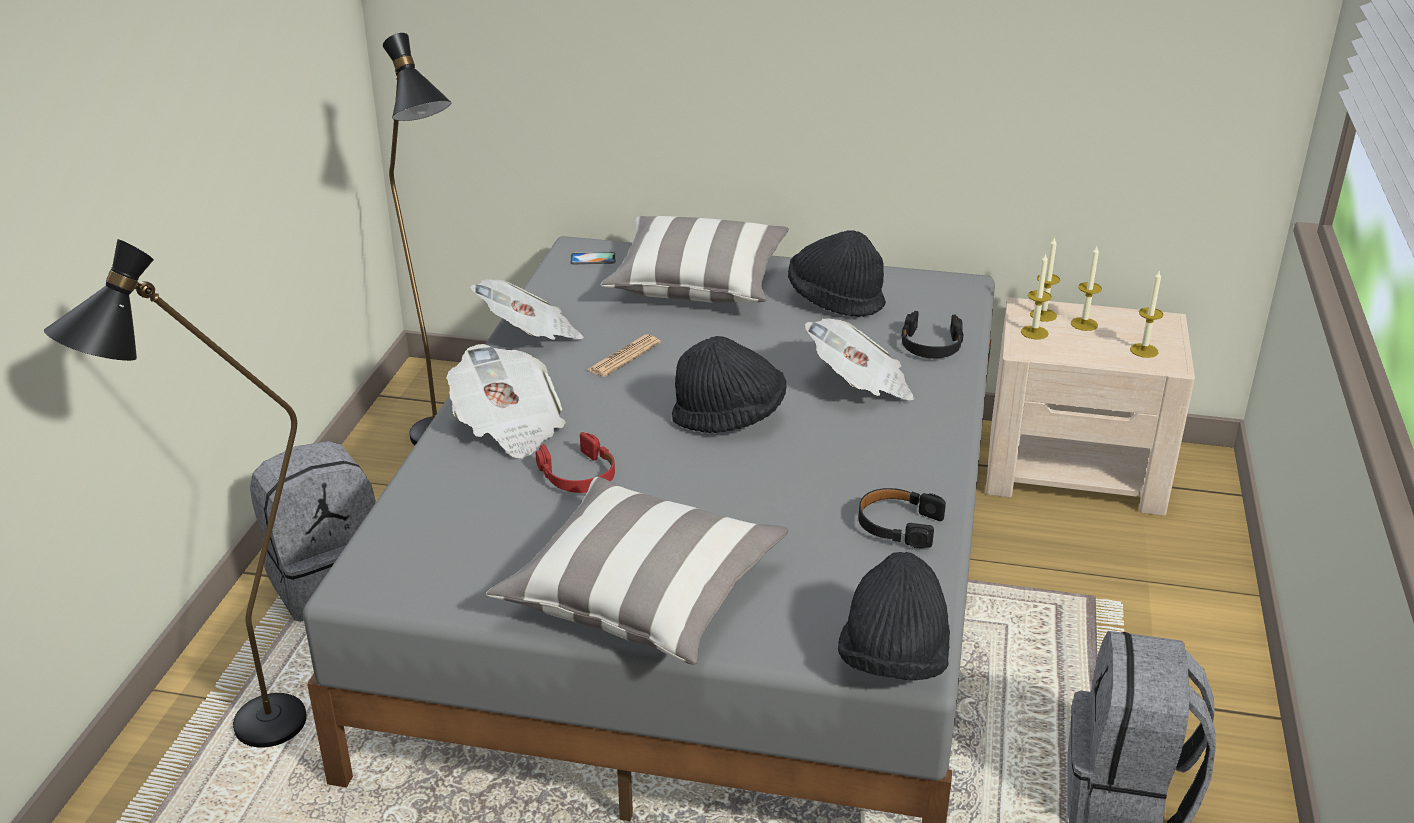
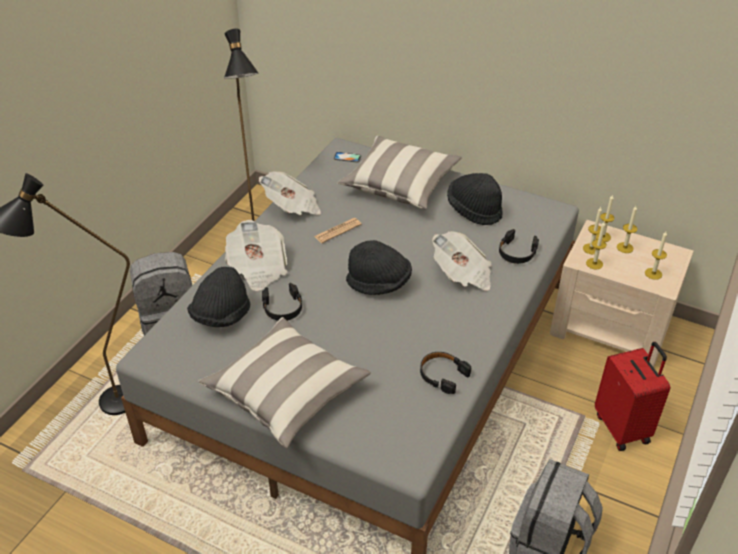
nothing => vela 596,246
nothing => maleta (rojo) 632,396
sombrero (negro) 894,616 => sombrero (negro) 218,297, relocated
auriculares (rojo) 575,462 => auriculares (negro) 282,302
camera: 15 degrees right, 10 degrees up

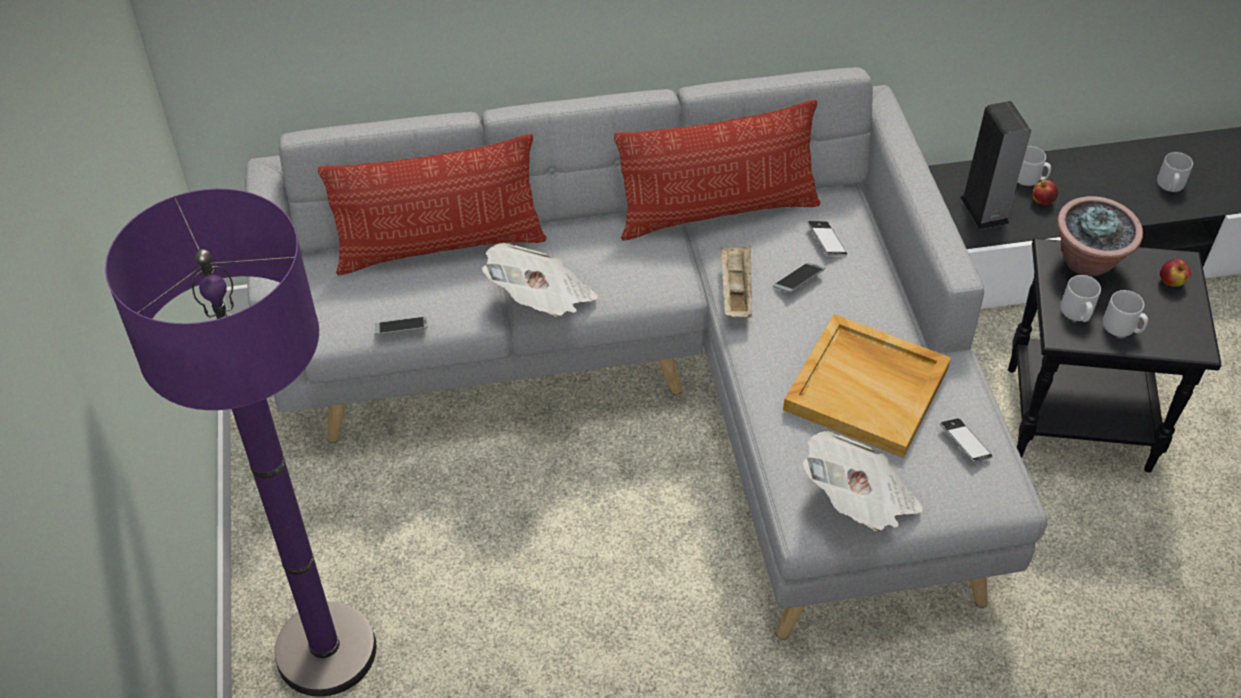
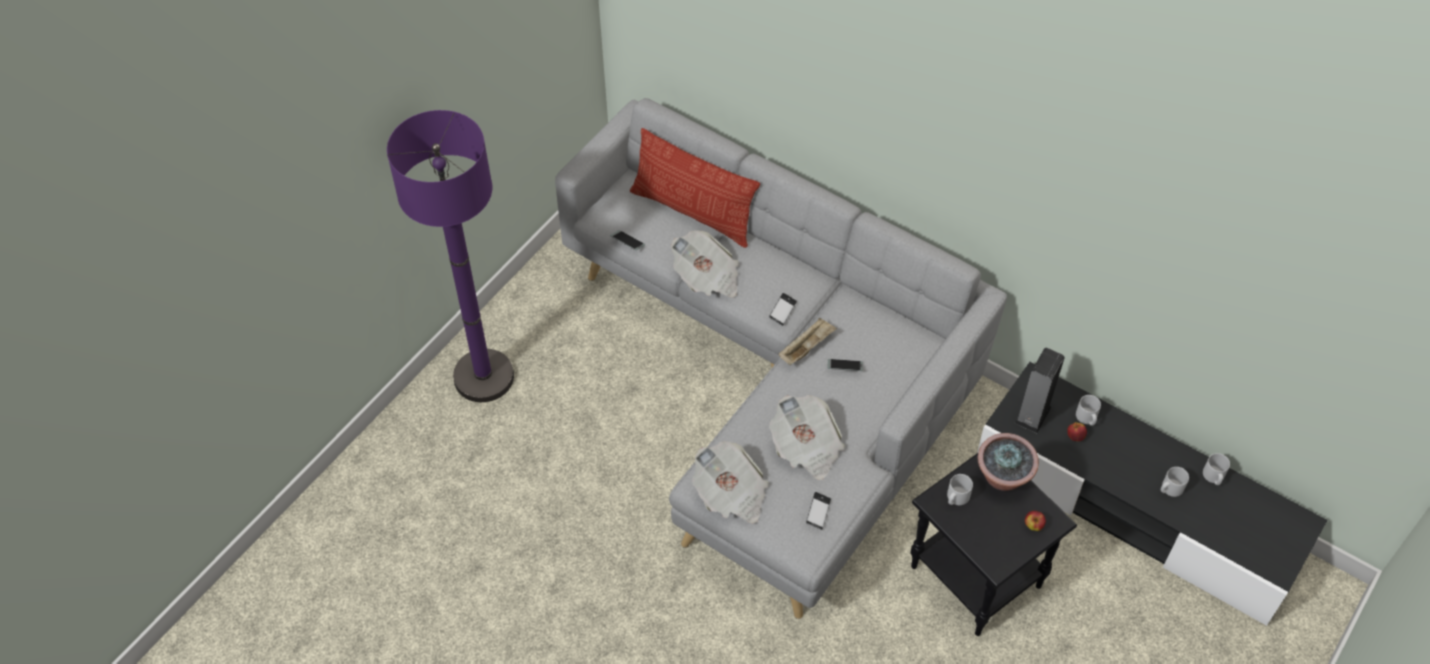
cojín 717,170 => nothing
móvil 827,238 => móvil 783,309, relocated
taza grande (gris) 1125,313 => taza grande (gris) 1216,469, relocated
bandeja (beis) 867,386 => periódico 807,437
camera: 45 degrees right, 5 degrees up

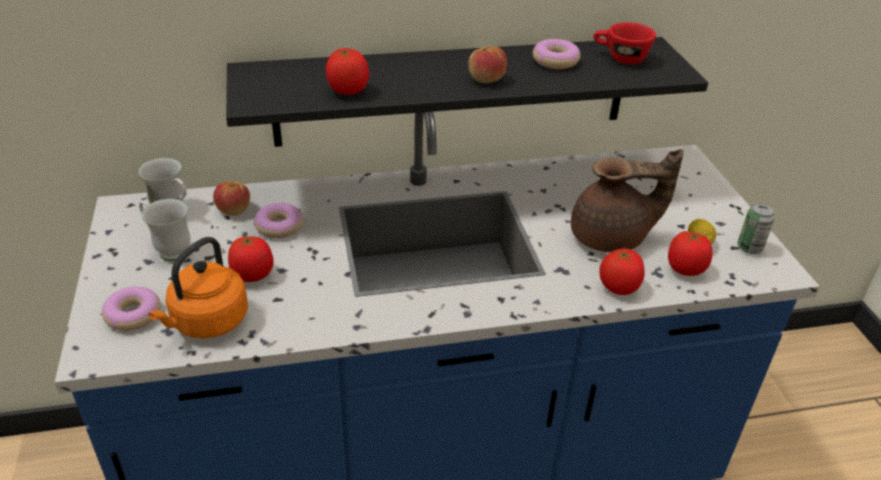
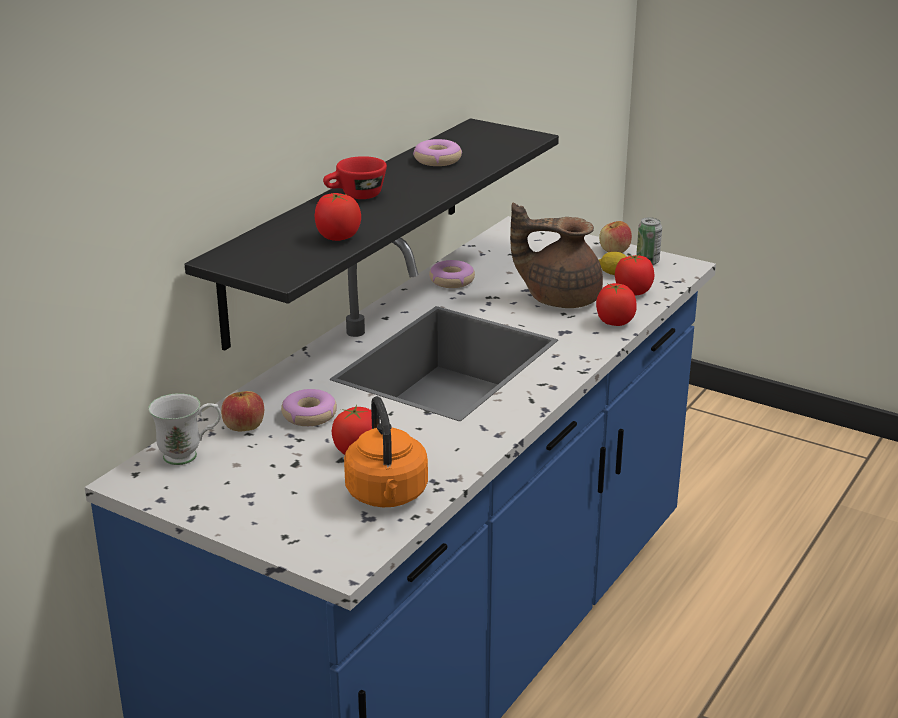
taza grande (blanco) 164,230 => nothing
rosquilla 131,308 => rosquilla 452,274, relocated
manzana 487,65 => manzana 615,237, relocated
taza (rojo) 624,43 => taza (rojo) 355,177, relocated
tetera (marrón) 627,200 => tetera (marrón) 556,255, 120 degrees counterclockwise
camera: 45 degrees left, 10 degrees down

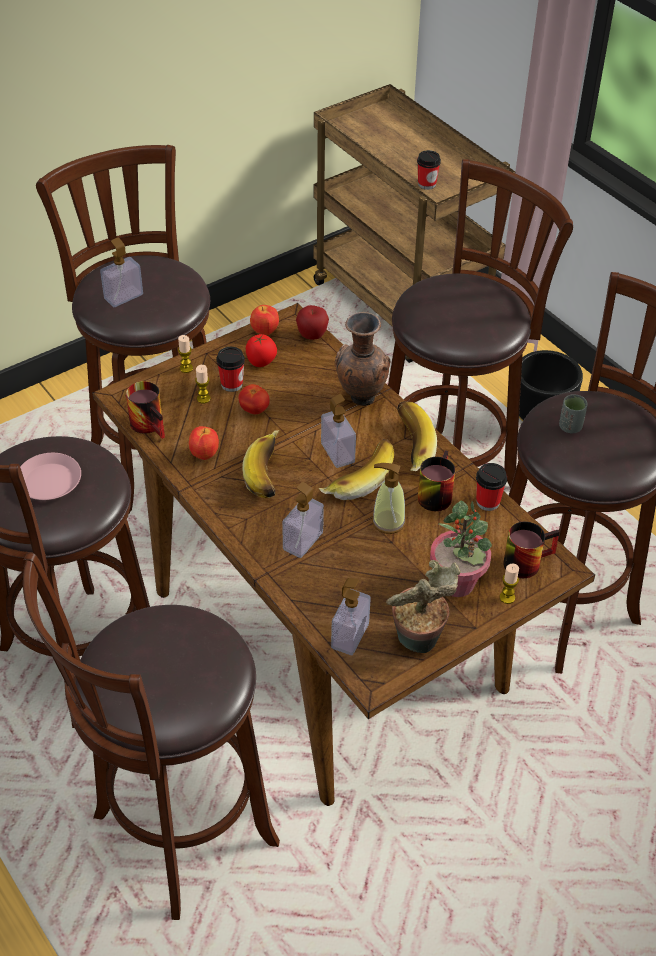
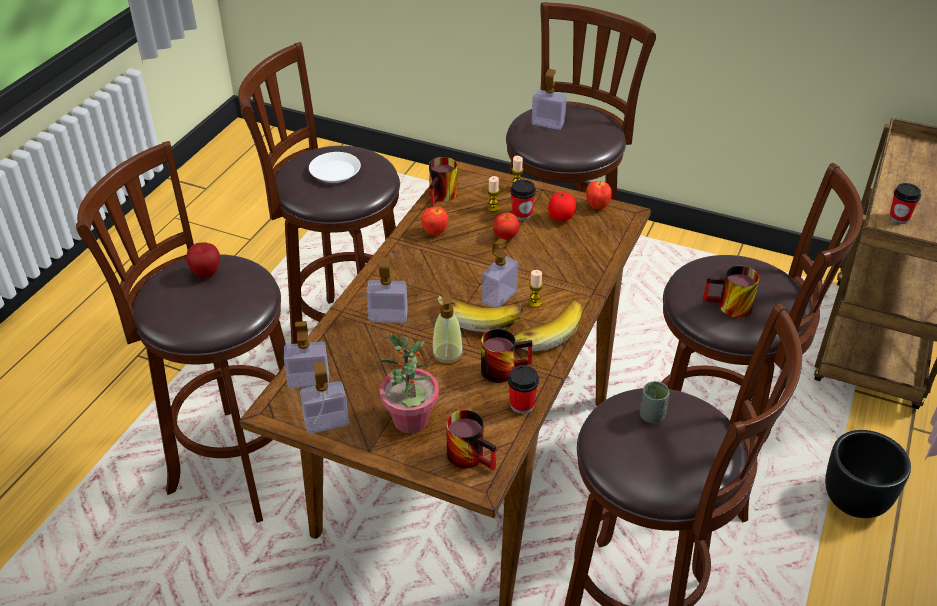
plátano 260,464 => nothing
florero (marrón) 362,359 => nothing
nothing => taza grande 731,292
manzana 312,322 => manzana 203,260, relocated
vela 509,584 => vela 535,289, relocated
planta en maceta 423,606 => dispensador de jabón 324,397
plato (rosa) 50,476 => plato (blanco) 335,167
camera: 60 degrees right, 5 degrees down

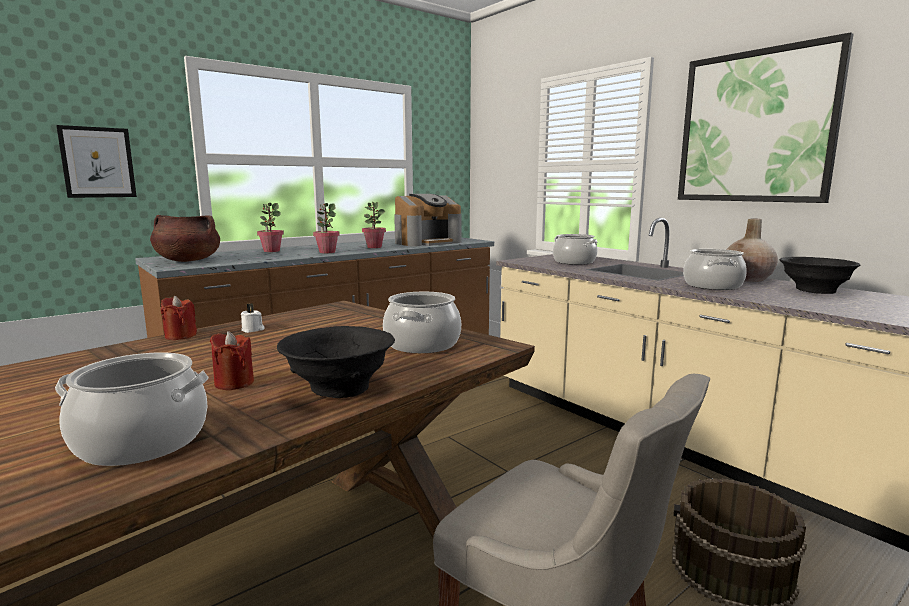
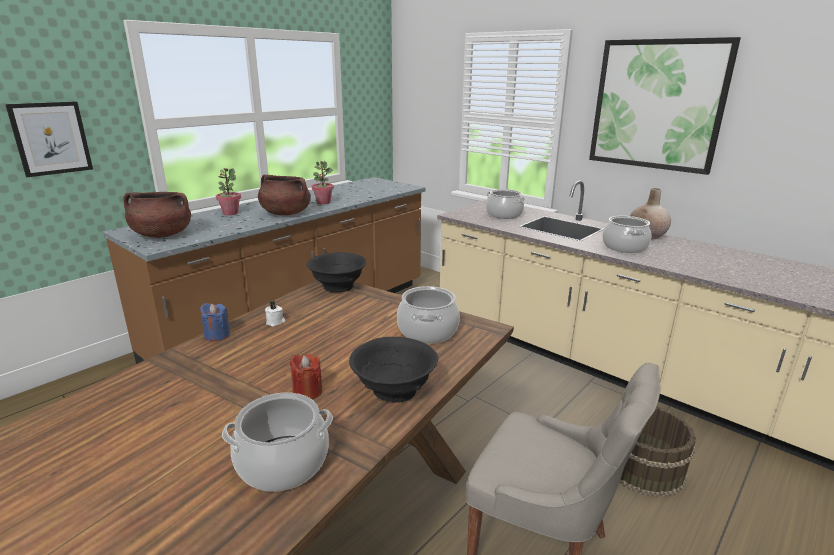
cafetera 428,220 => nothing
cuenco (negro) 820,275 => cuenco (negro) 336,272, relocated
planta en maceta 326,228 => olla (marrón) 284,195
vela (rojo) 179,318 => vela (azul) 215,322
camera: 10 degrees left, 10 degrees up

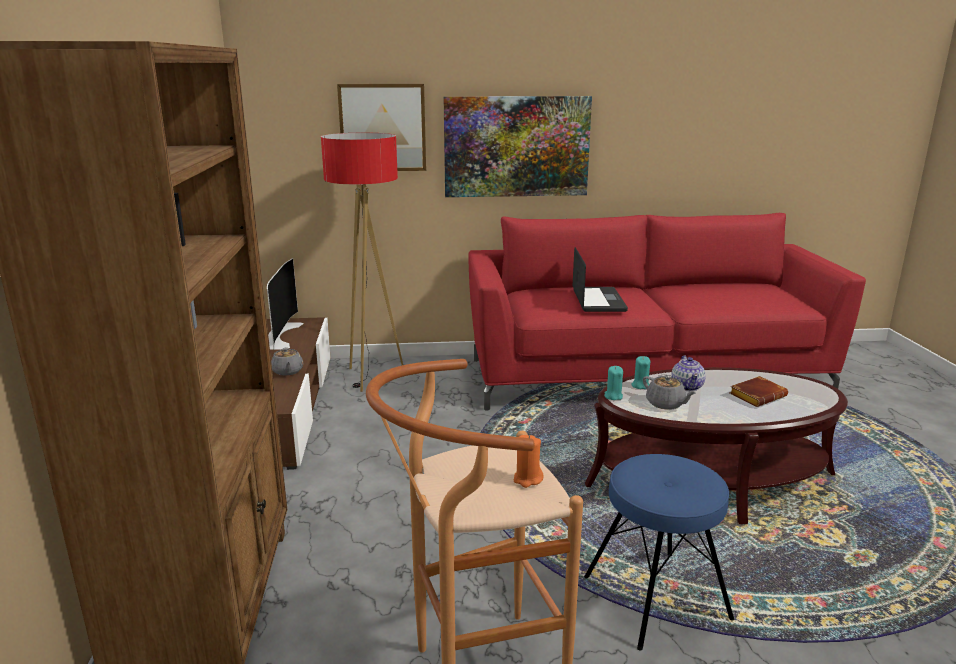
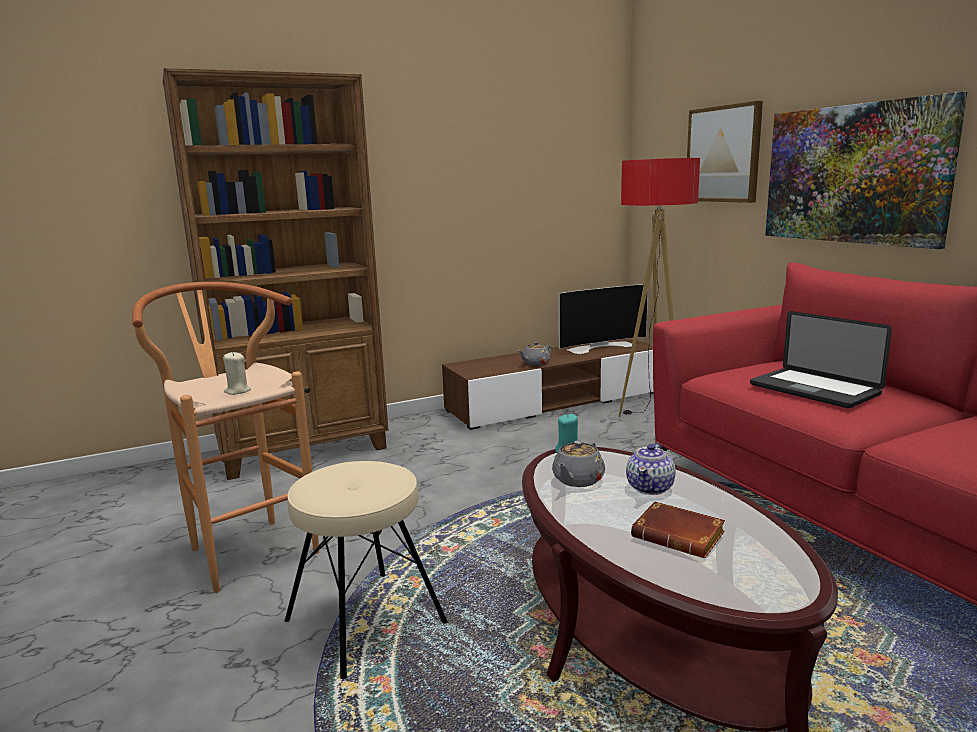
vela (turquesa) 641,372 => nothing
vela (naranja) 528,461 => vela (beis) 237,373
taburete (azul) 659,552 => taburete (beis) 366,570
portátil 600,279 => portátil 821,359, 75 degrees clockwise
tetera 688,373 => tetera 651,469, 45 degrees counterclockwise
camera: 70 degrees right, 5 degrees down

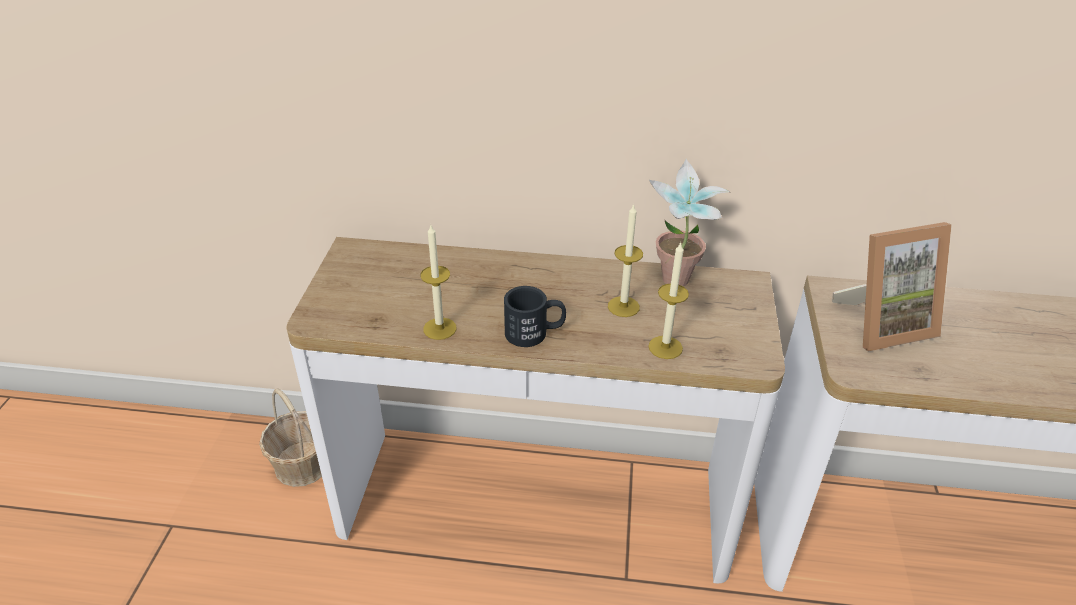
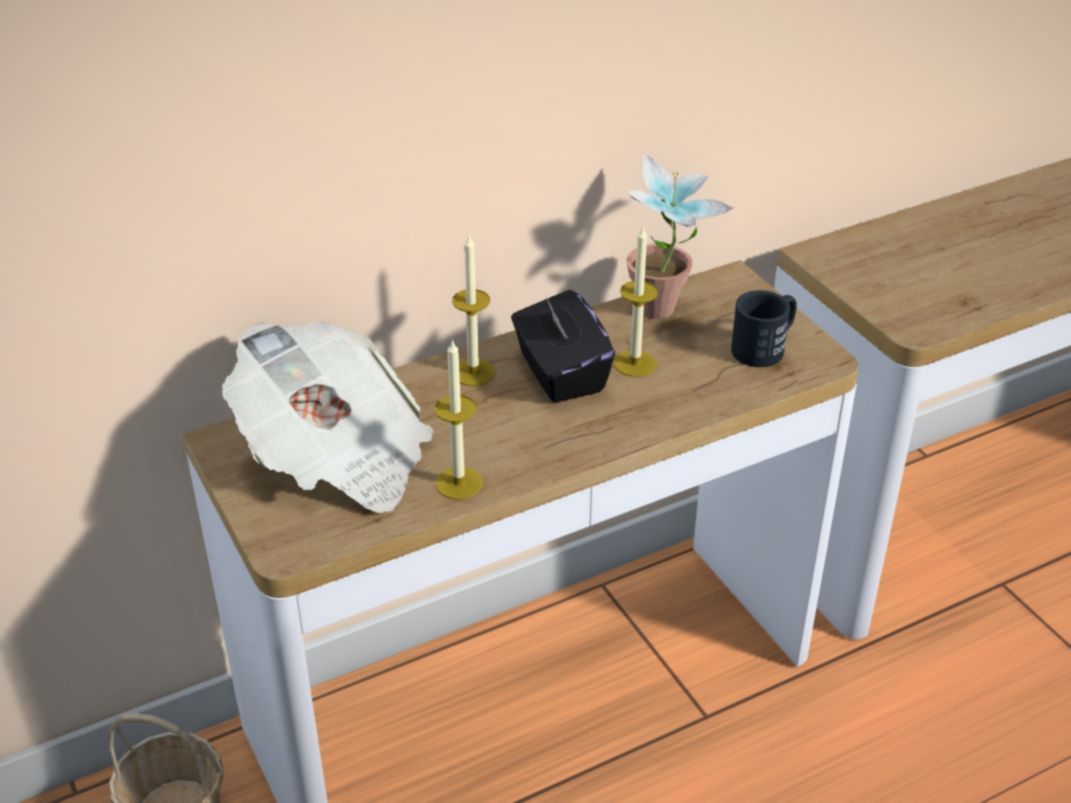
portarretratos 892,286 => nothing
nothing => periódico 328,417
nothing => caja de pañuelos (negro) 563,346
taza grande (negro) 535,316 => taza grande (negro) 764,328, relocated
vela 668,300 => vela 473,311, relocated
camera: 35 degrees left, 0 degrees up

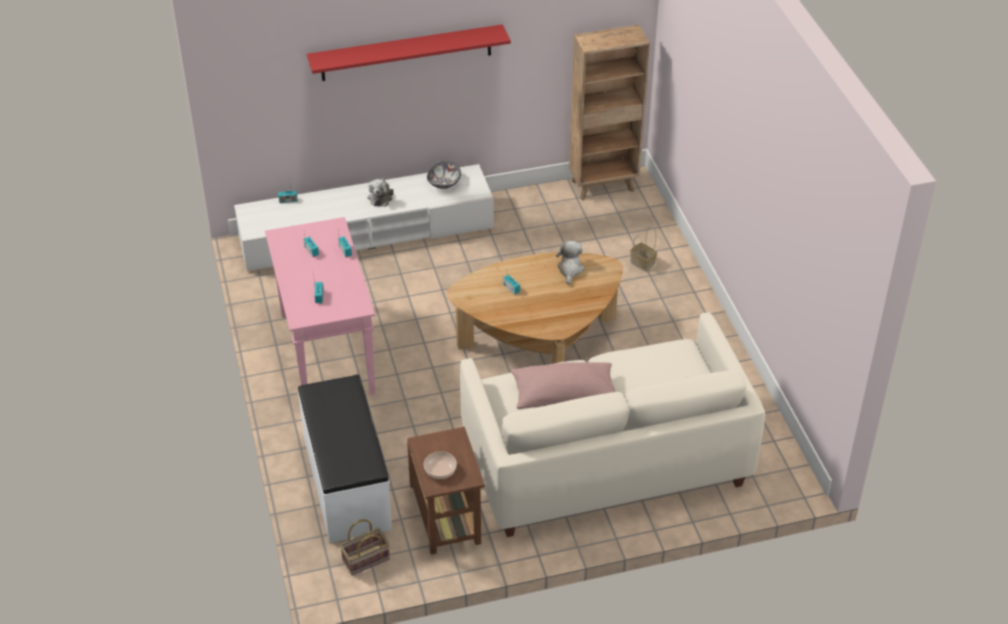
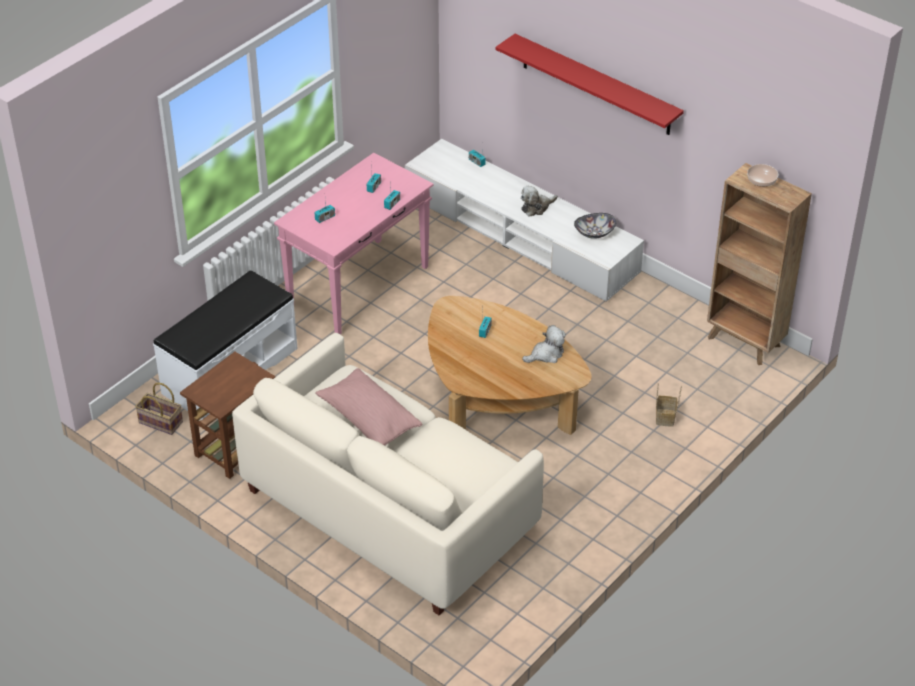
cuenco 440,465 => cuenco 762,175, relocated
camera: 55 degrees right, 0 degrees up

